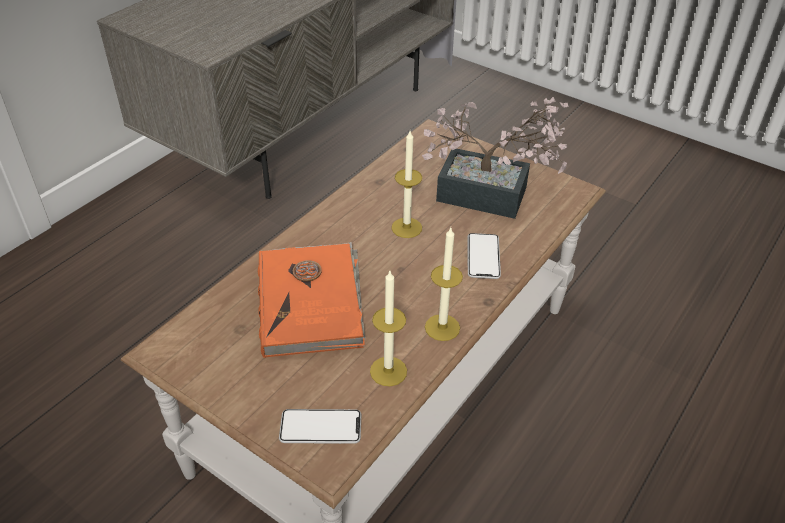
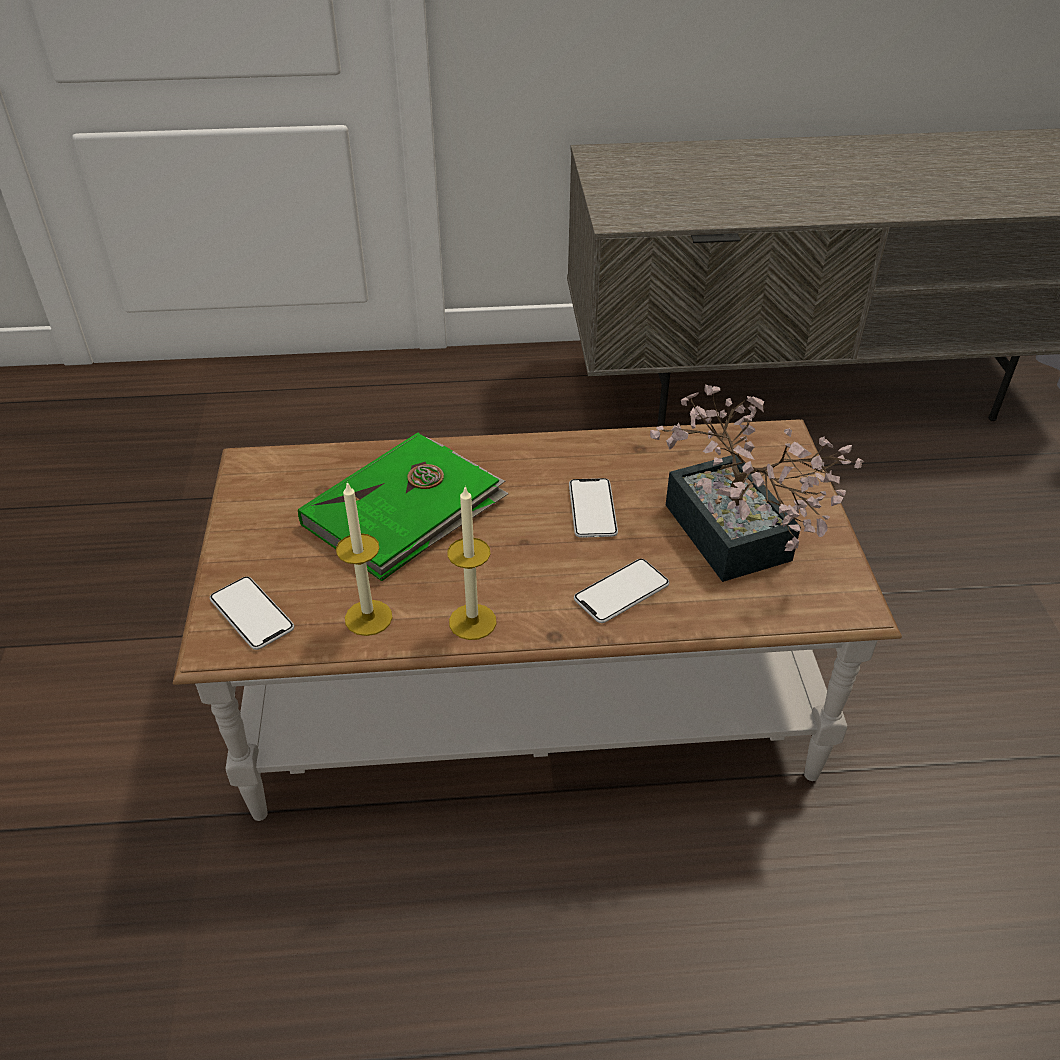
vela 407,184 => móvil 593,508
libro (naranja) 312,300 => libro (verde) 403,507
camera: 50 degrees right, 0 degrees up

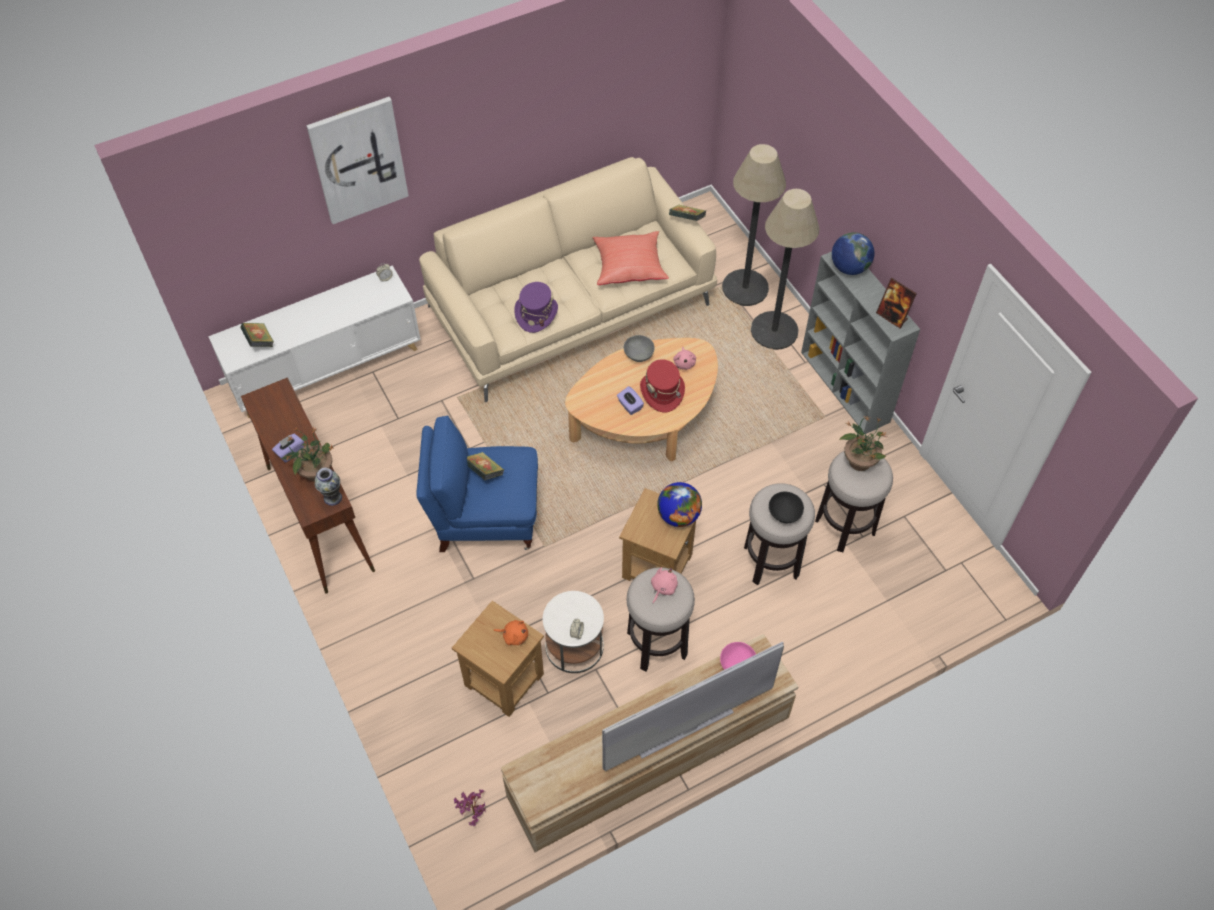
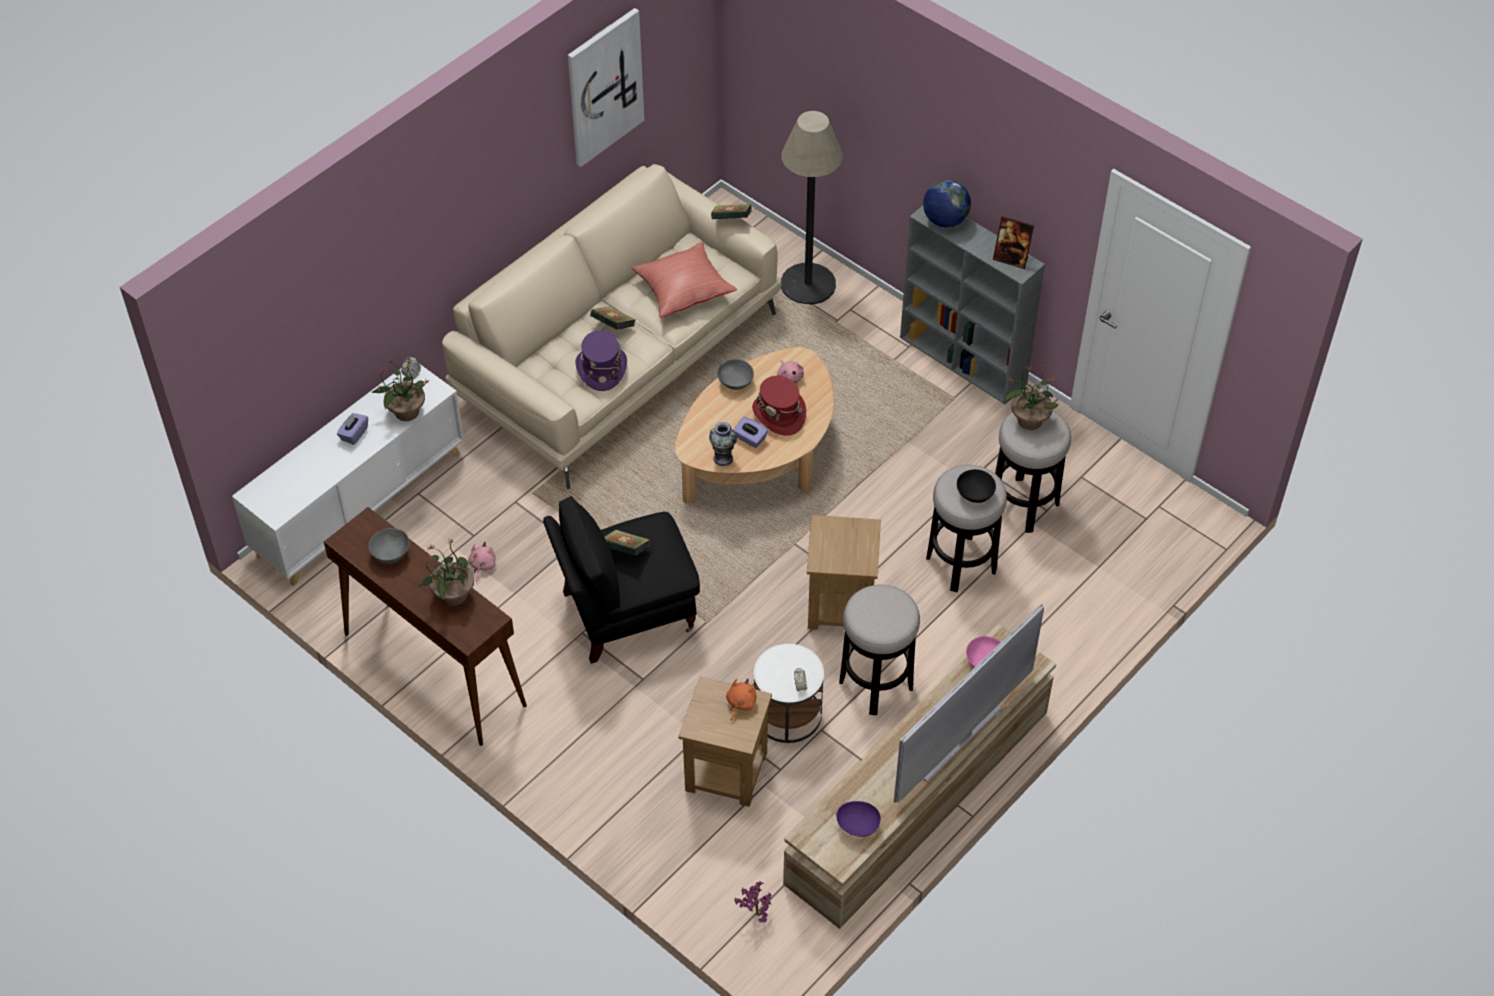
globo terráqueo 679,504 => nothing
lámpara de pie 785,269 => nothing
nothing => cuenco (gris) 389,546
nothing => planta en maceta 399,390
nothing => cuenco (morado) 858,819
libro 257,335 => libro 612,318, relocated
caja de pañuelos (morado) 288,448 => caja de pañuelos (morado) 352,429, relocated
cuadro 358,160 => cuadro 606,87, relocated
florero 328,486 => florero 723,444, relocated
peluche (rosa) 664,585 => peluche (rosa) 482,562, relocated
sillón (azul) 477,483 => sillón (negro) 621,580
peluche (naranja) 510,632 => peluche (naranja) 741,700, 60 degrees counterclockwise
camera: 20 degrees left, 5 degrees down

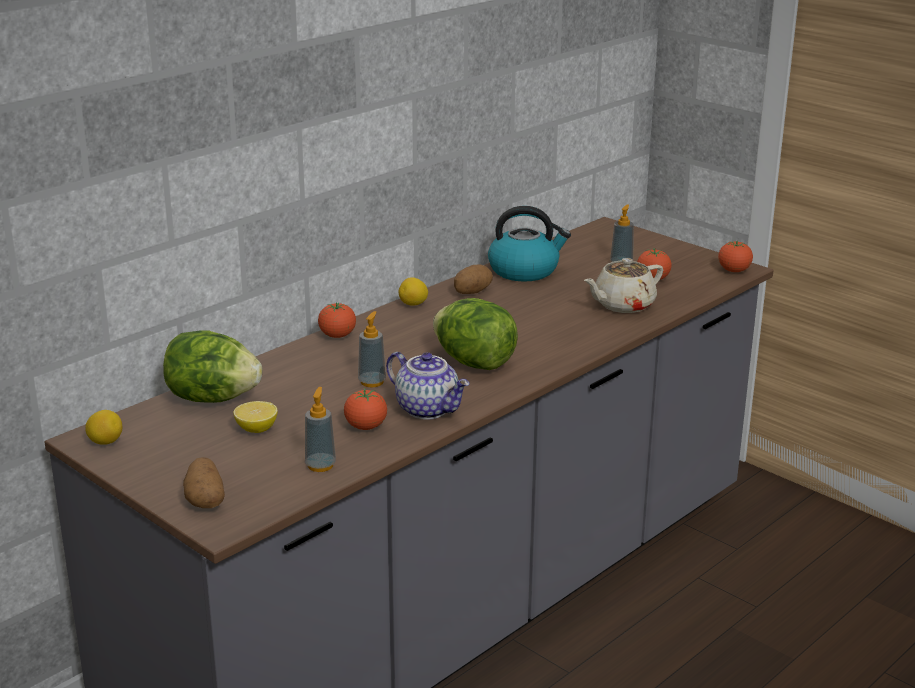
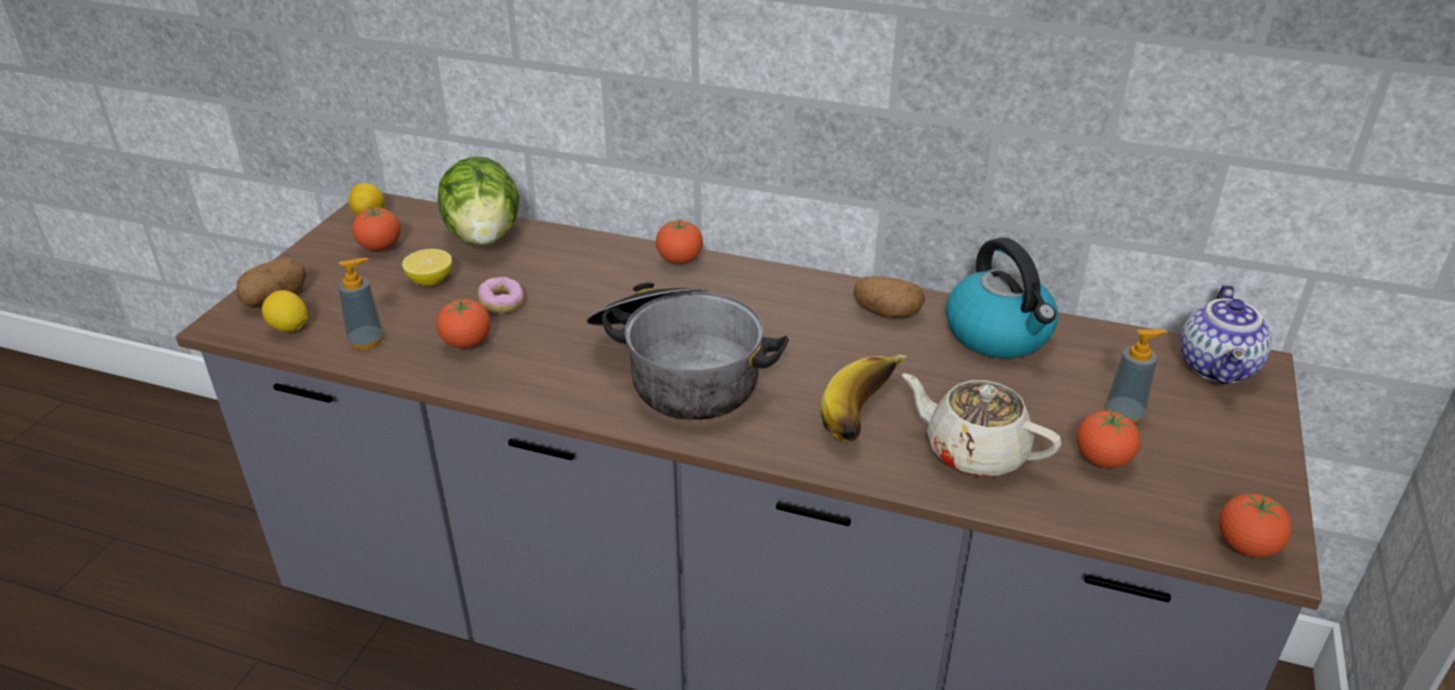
dispensador de jabón 372,349 => nothing
nothing => tomate 376,228
nothing => rosquilla 501,295
nothing => plátano 864,397
tetera 428,386 => tetera 1226,334, relocated
limón 413,291 => limón 285,311, relocated
lechuga 475,334 => olla 687,351
camera: 65 degrees right, 10 degrees up

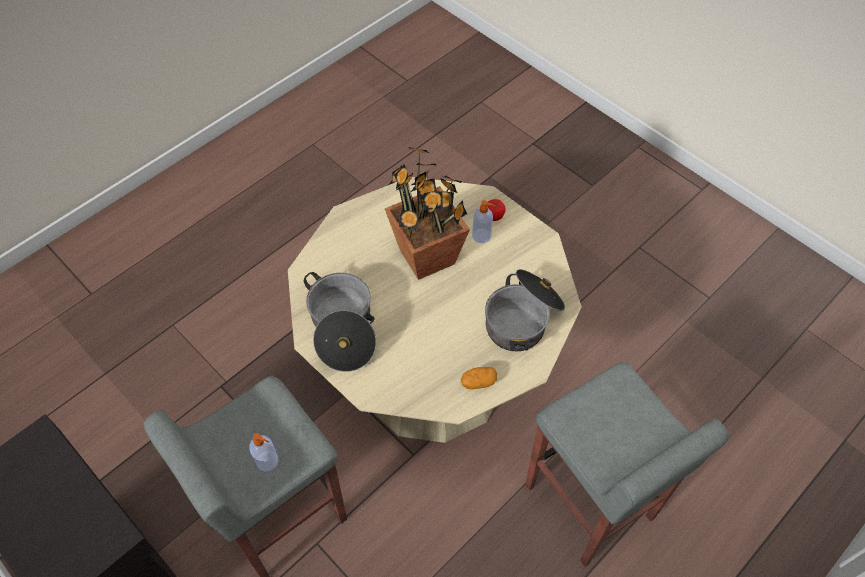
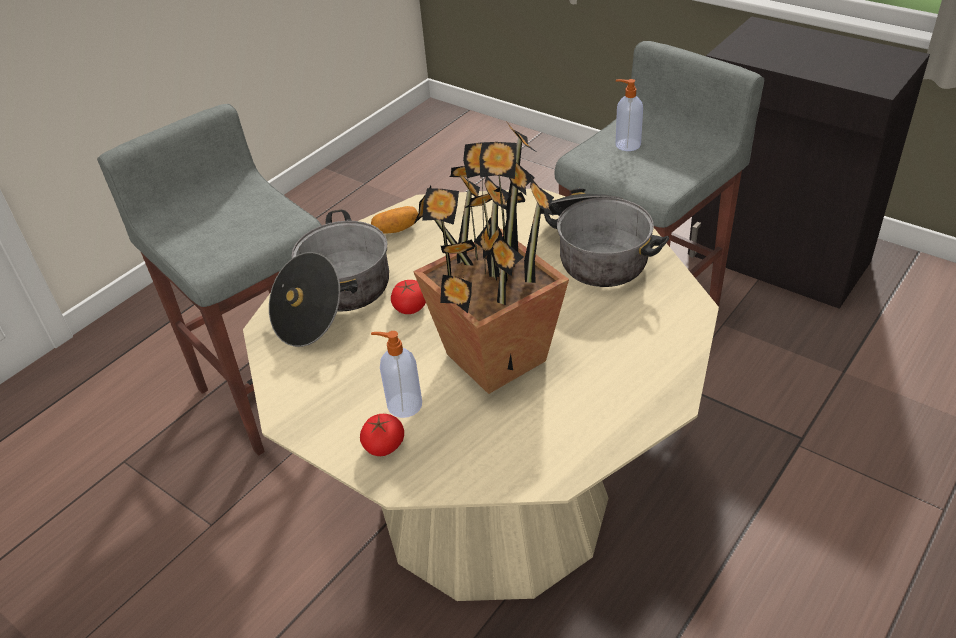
nothing => tomate 408,297
camera: 175 degrees right, 15 degrees down

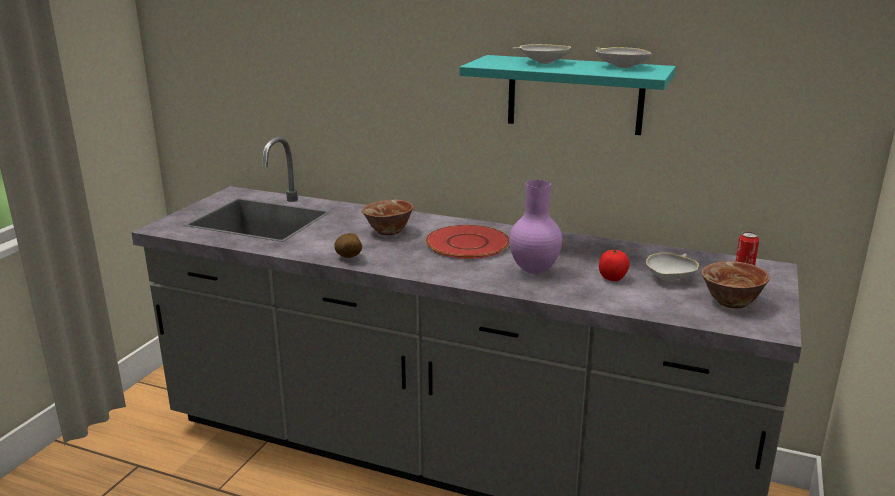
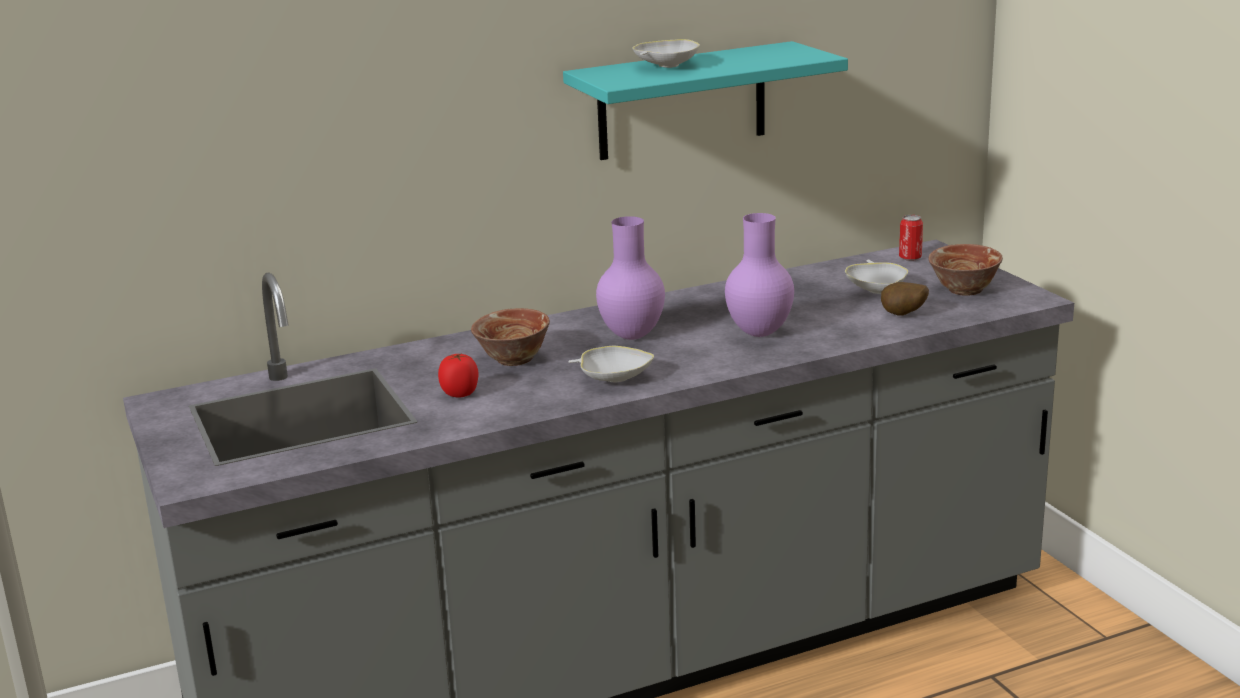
patata 348,245 => patata 905,299, relocated
cuenco (blanco) 624,57 => cuenco (blanco) 611,364, relocated
tomate 614,265 => tomate 458,375, relocated
plato (rojo) 467,242 => florero (morado) 630,278
camera: 45 degrees left, 0 degrees up

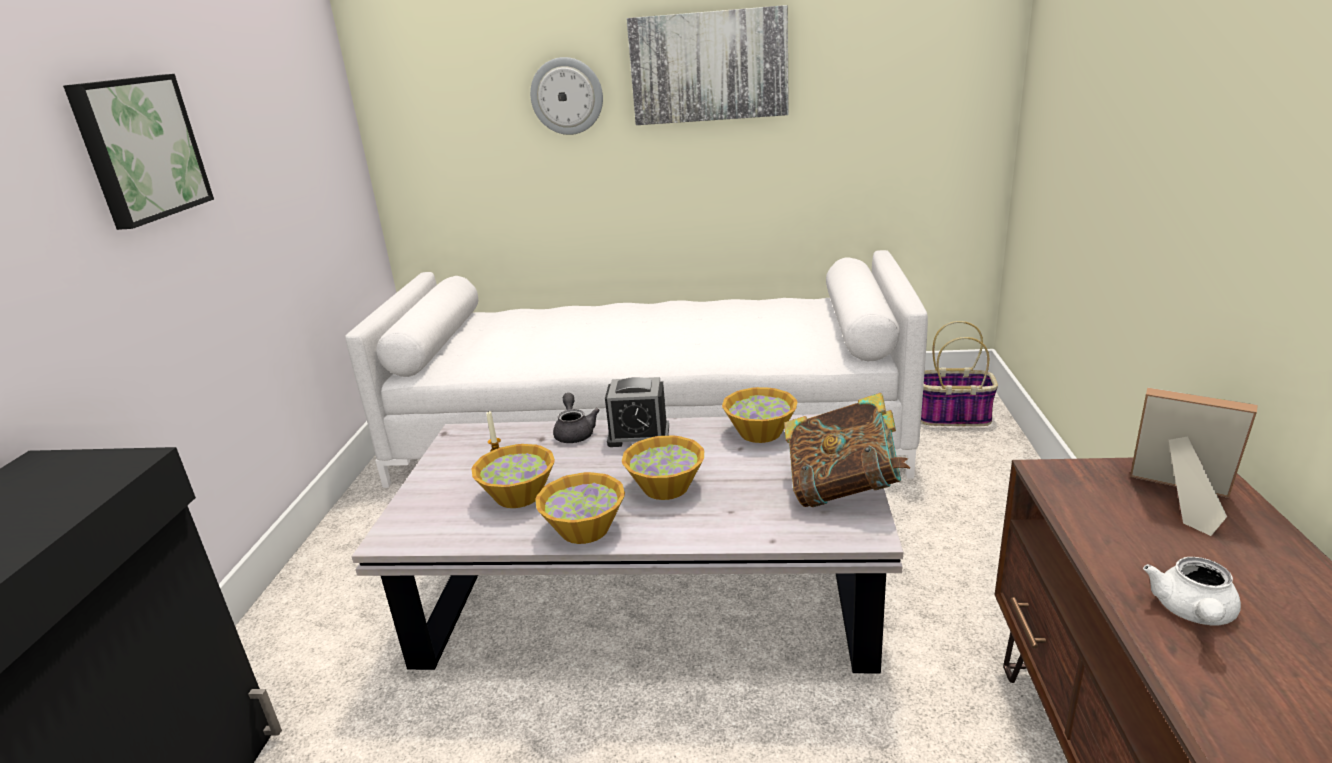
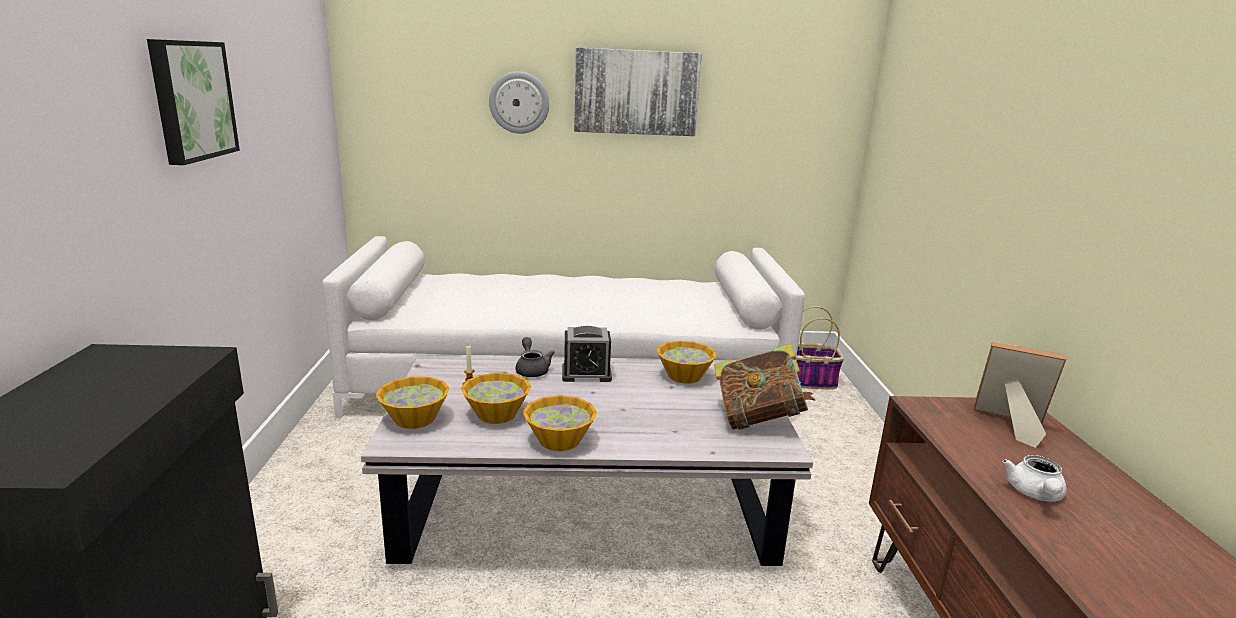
cuenco 663,467 => cuenco 412,403, relocated
camera: 10 degrees left, 5 degrees down

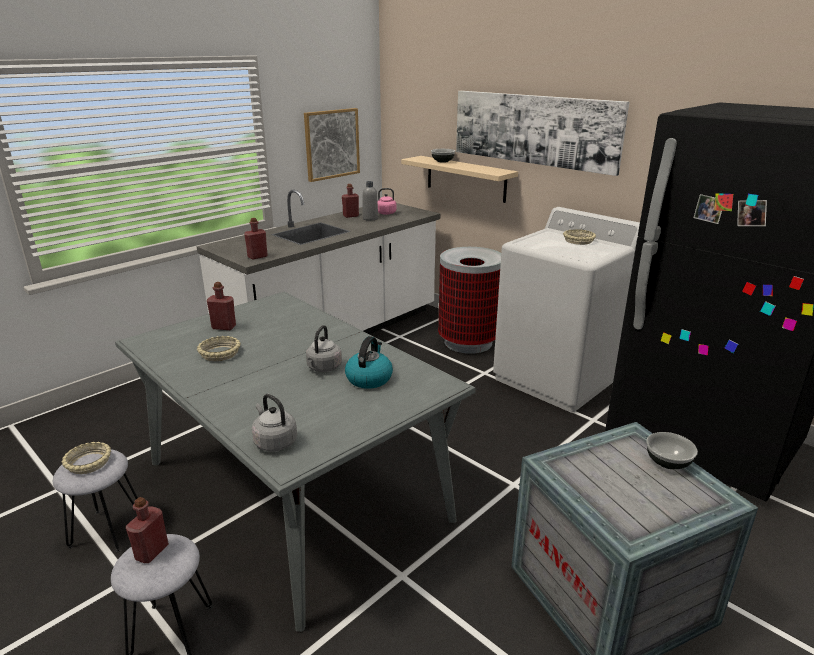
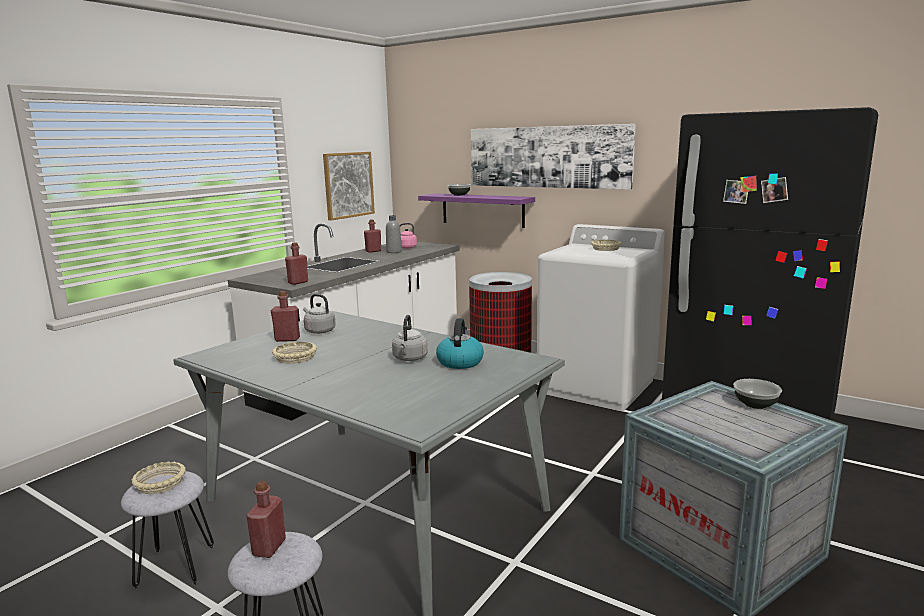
hervidor (gris) 274,422 => hervidor (gris) 319,314, relocated
estante (beis) 459,179 => estante (morado) 476,210
camera: 10 degrees left, 10 degrees down

